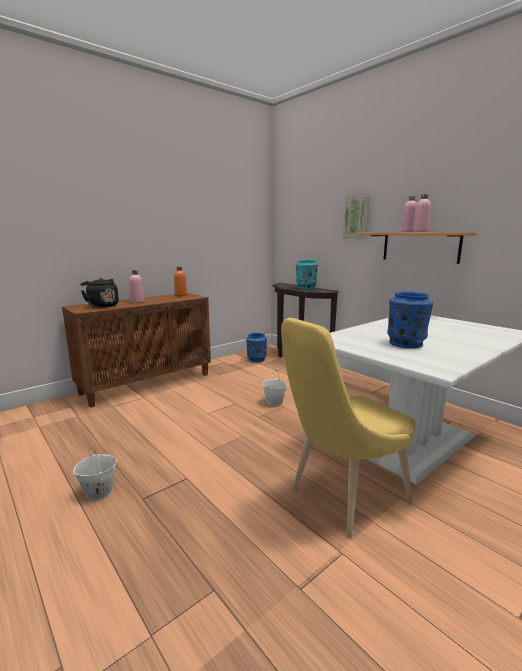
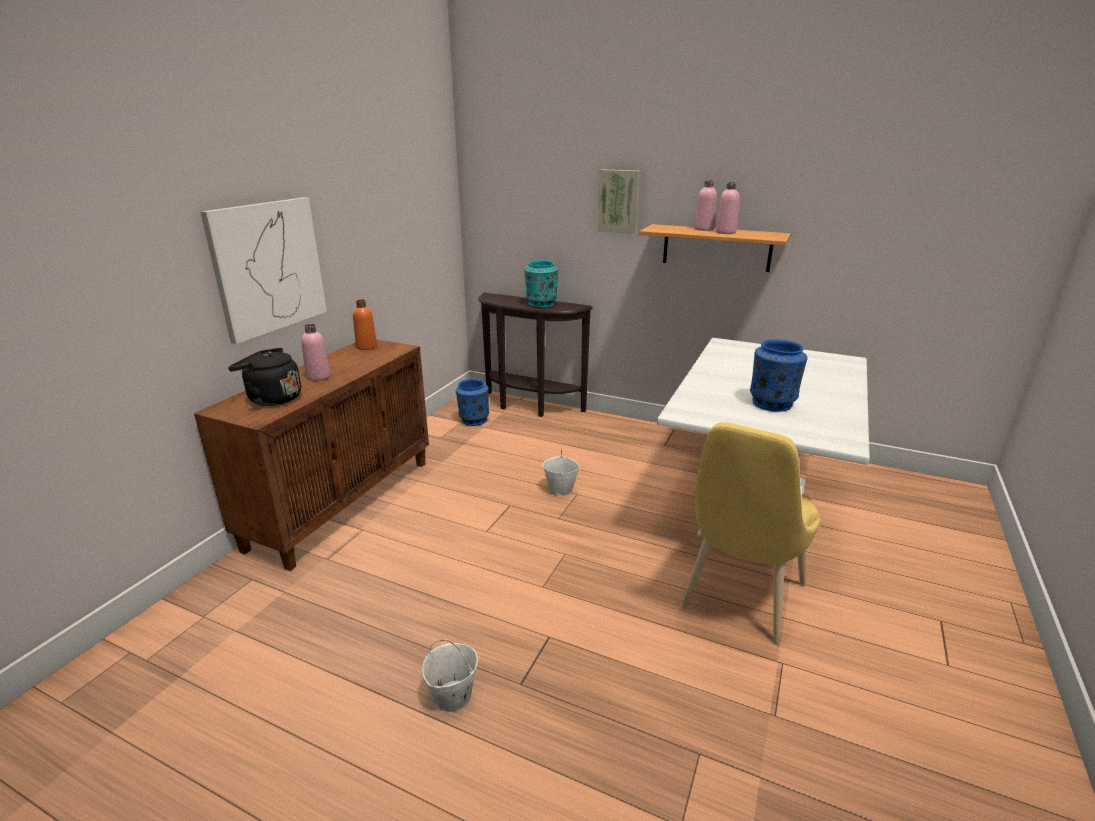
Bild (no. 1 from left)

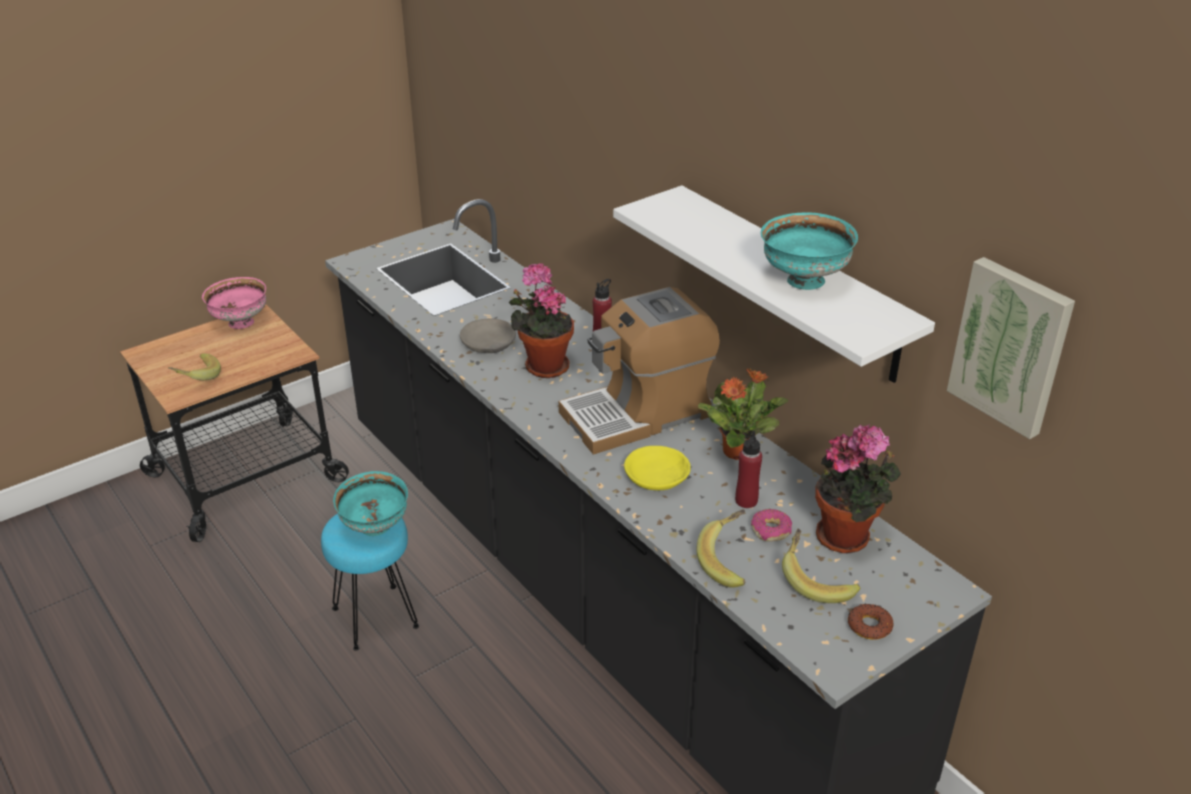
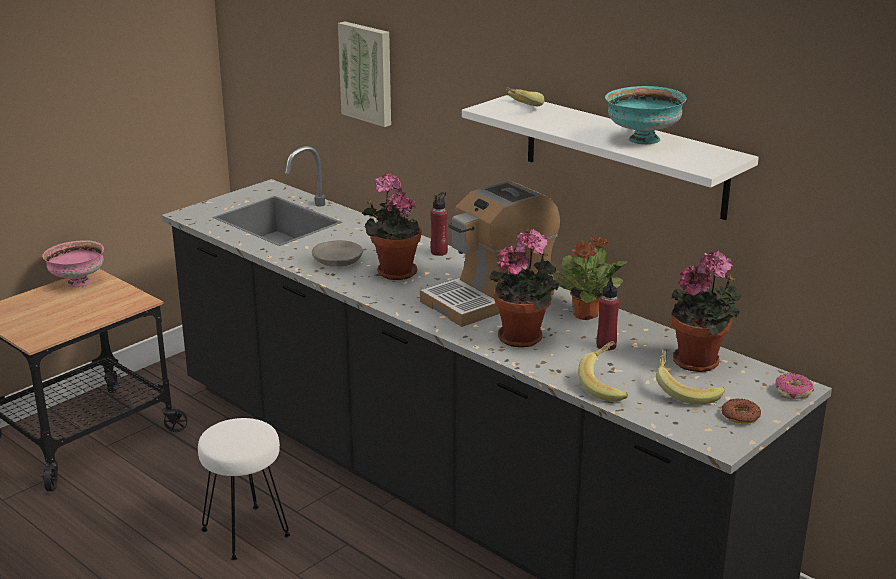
Bild
Banane (no. 1 from left)
Topfpflanze (no. 2 from left)
Schüssel/türkis (no. 1 from left in the first image)
Donut (no. 2 from left)
Hocker/weiß

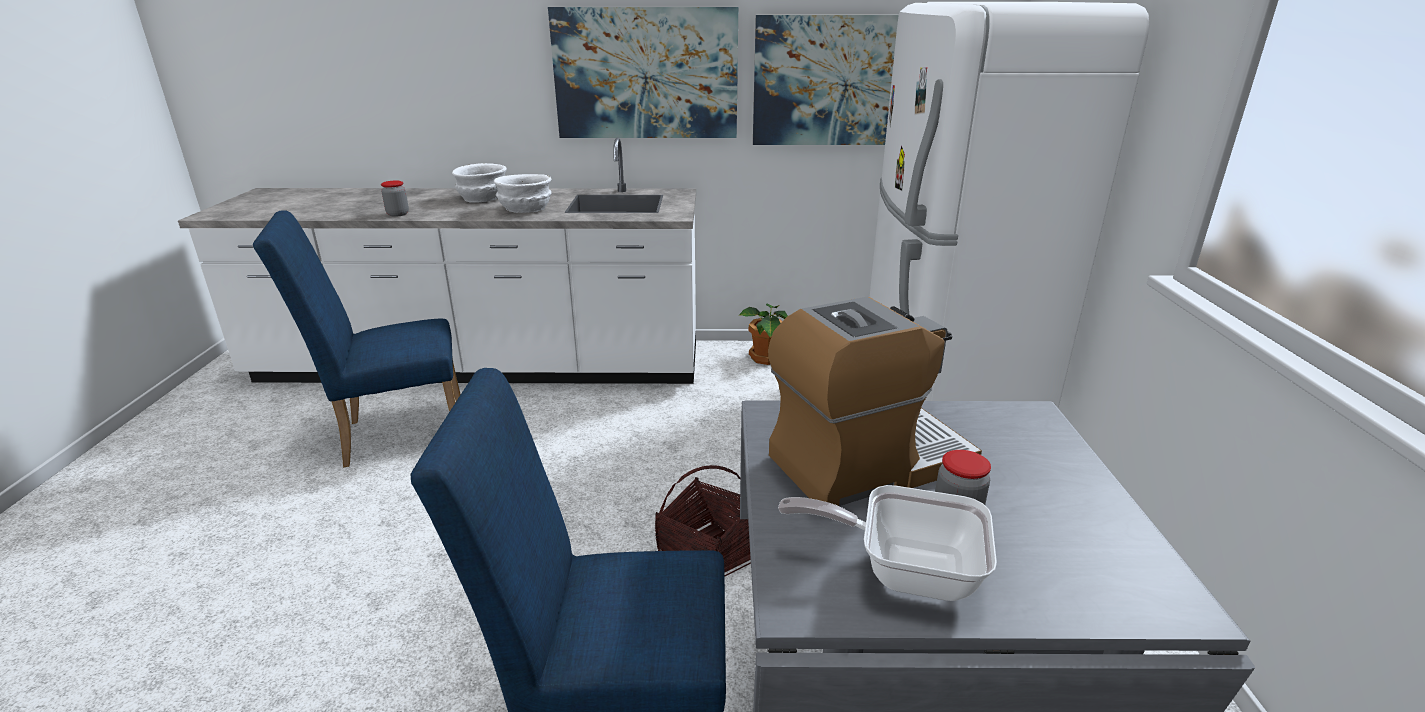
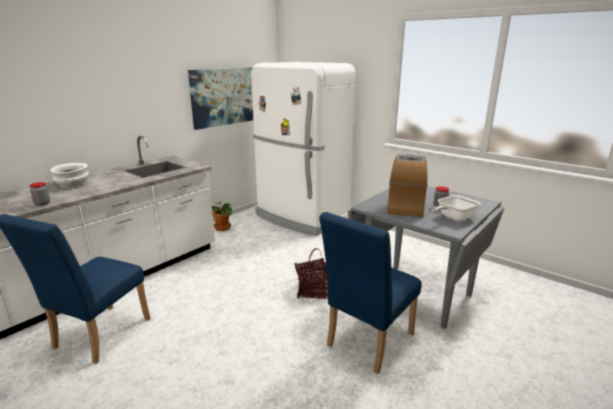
Bild (no. 1 from left in the first image)
Schüssel/weiß (no. 2 from left in the first image)

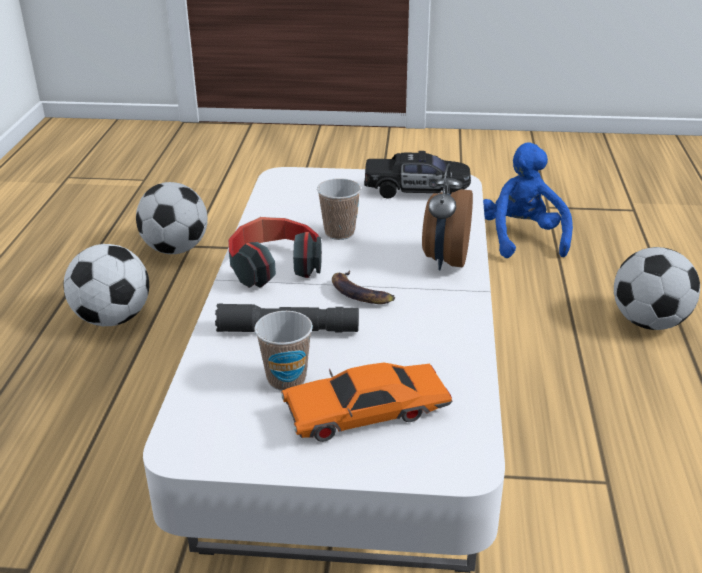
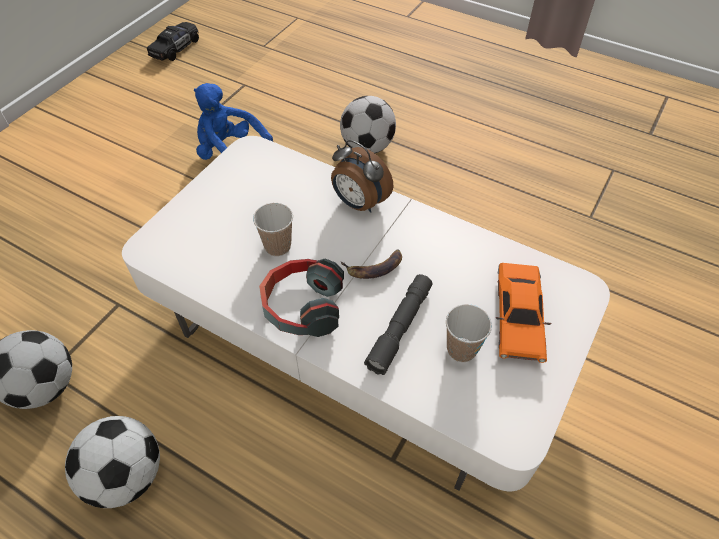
Spielzeugauto/schwarz

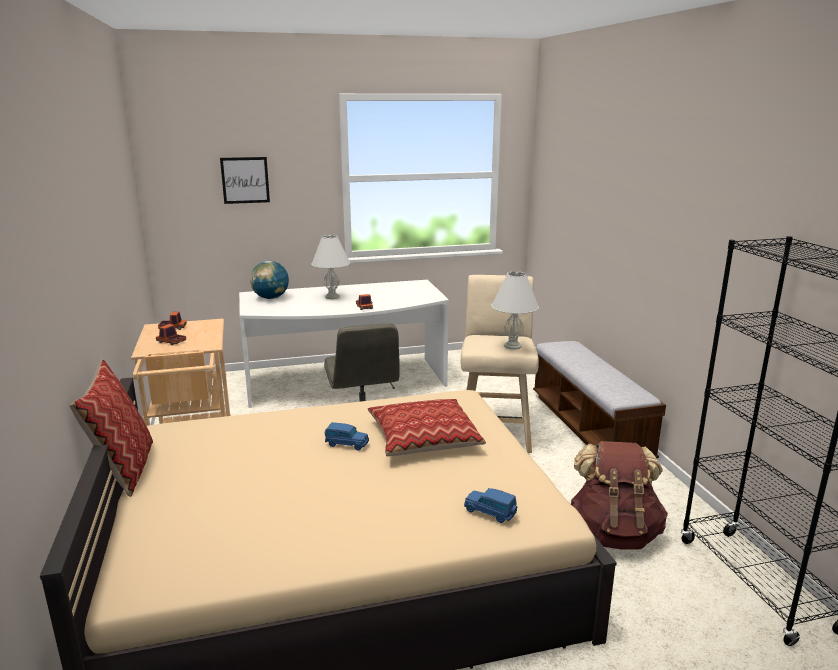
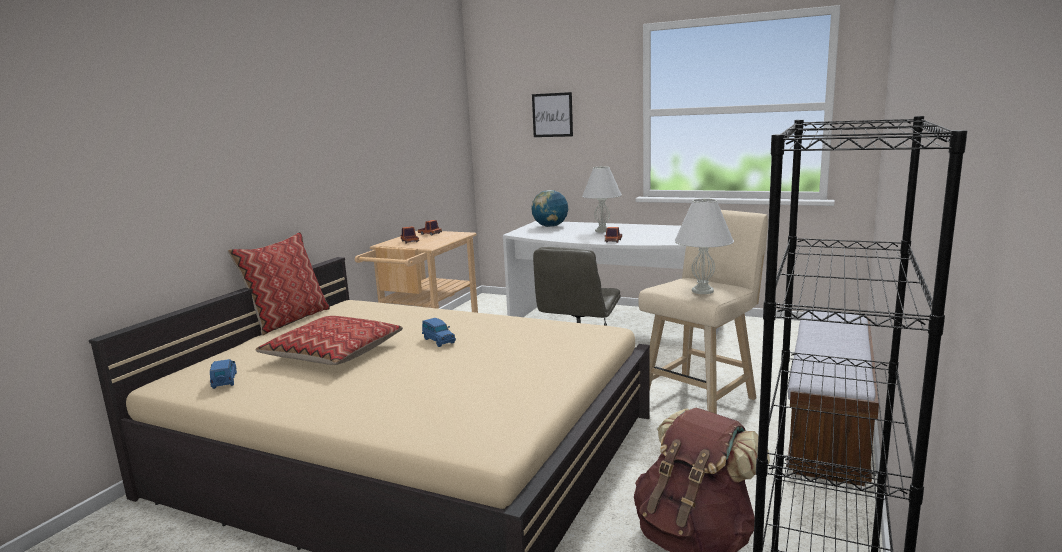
Kissen (no. 2 from left)
Spielzeugauto/blau (no. 1 from left)

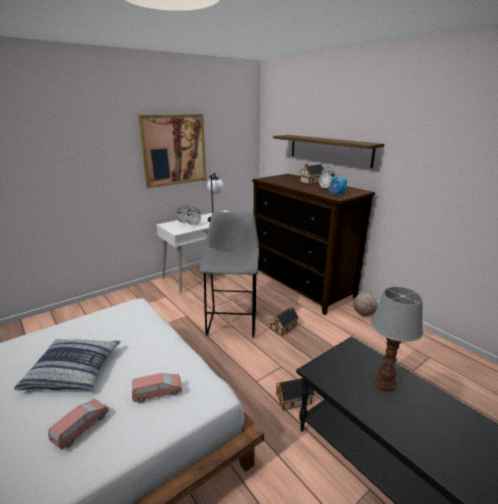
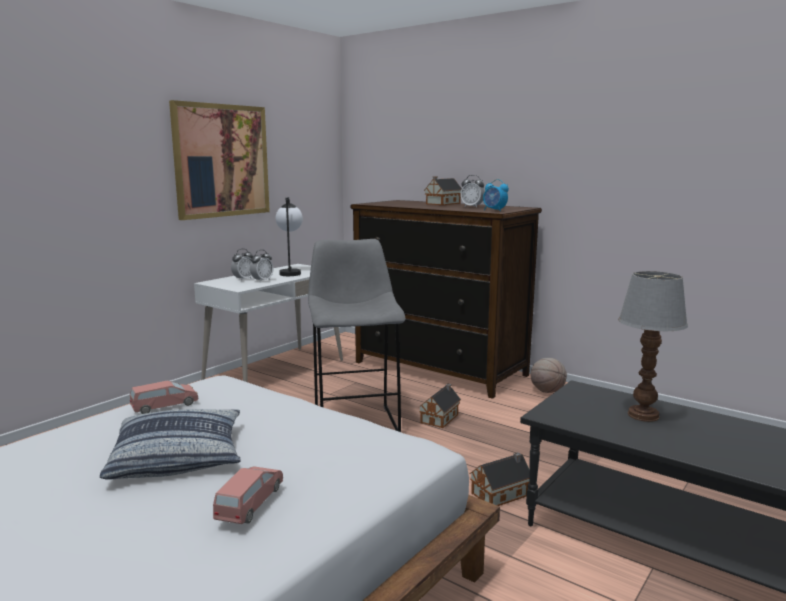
Wandregal
Spielzeugauto/rosa (no. 1 from left)

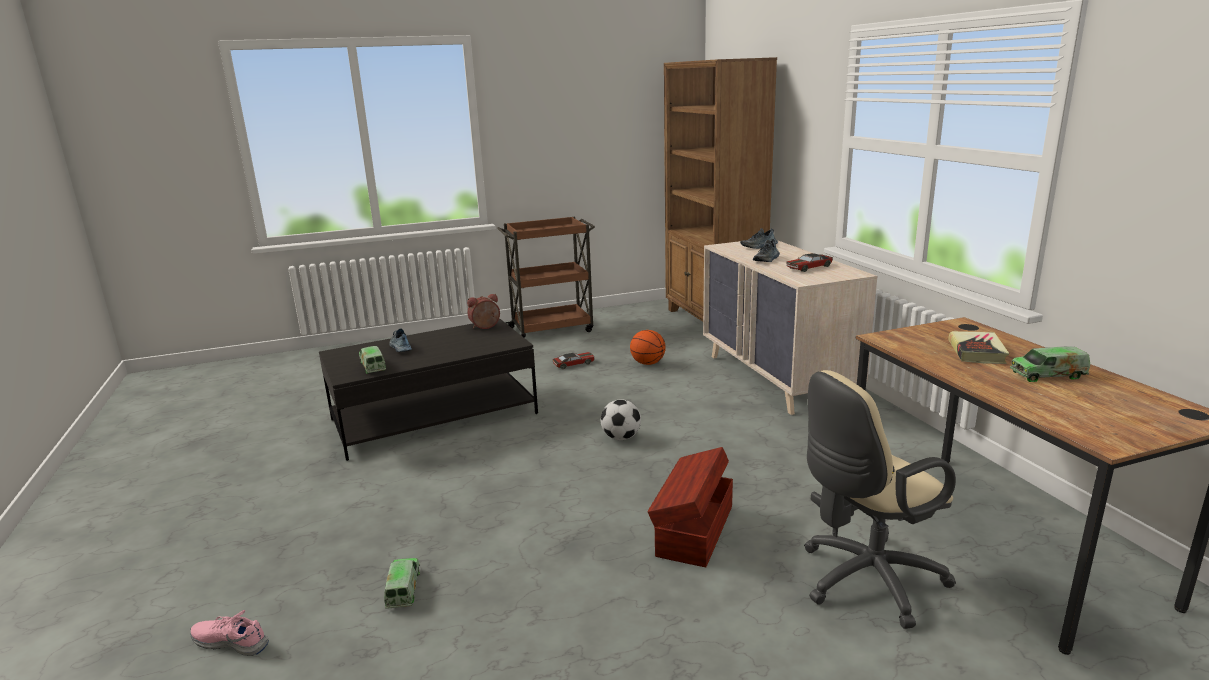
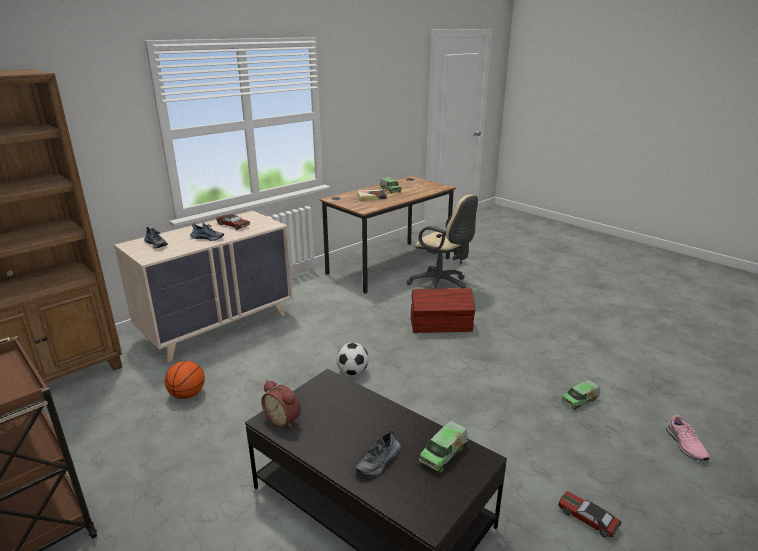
Spielzeugauto (no. 2 from left)

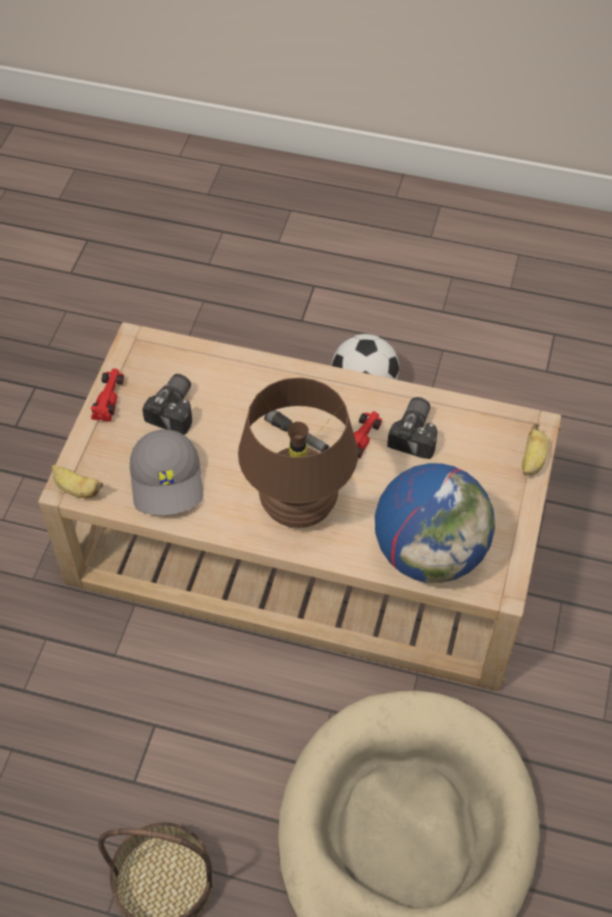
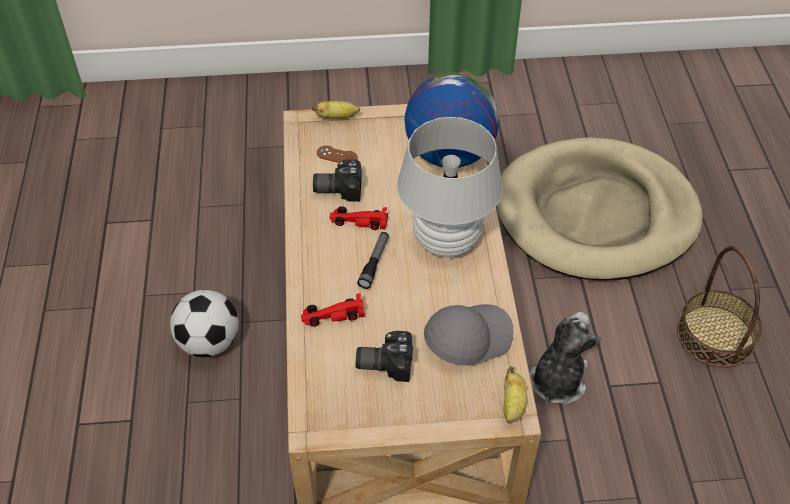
Spielzeugauto/rot (no. 1 from left)
Tischlampe/weiß
Gamepad/braun
Plüschtier

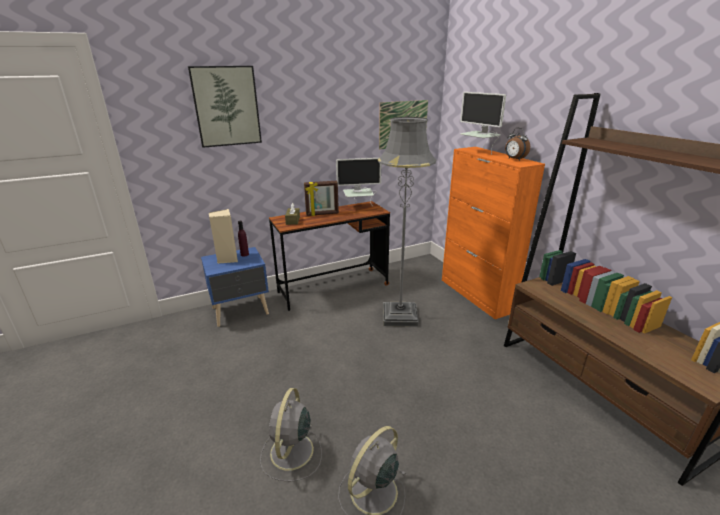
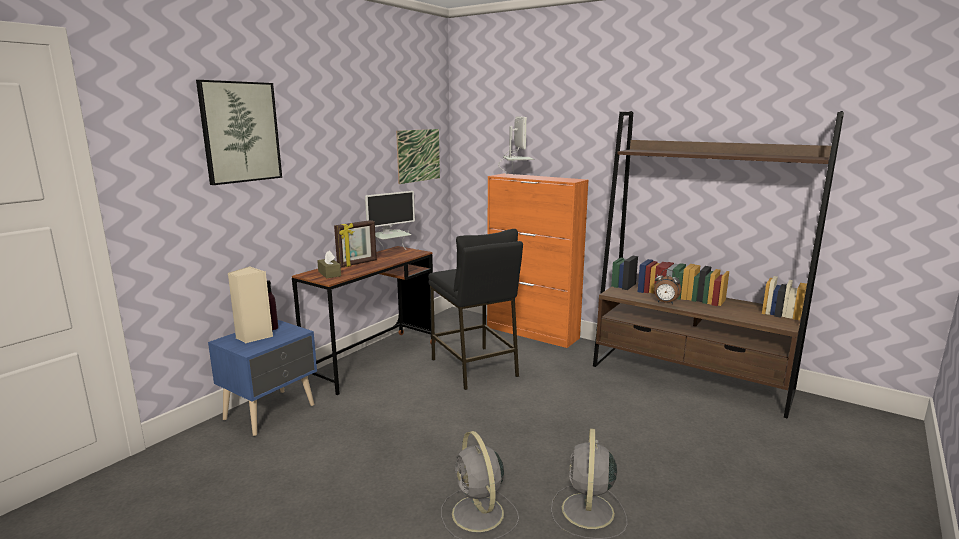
Monitor (no. 2 from left)
Hocker/schwarz
Wecker

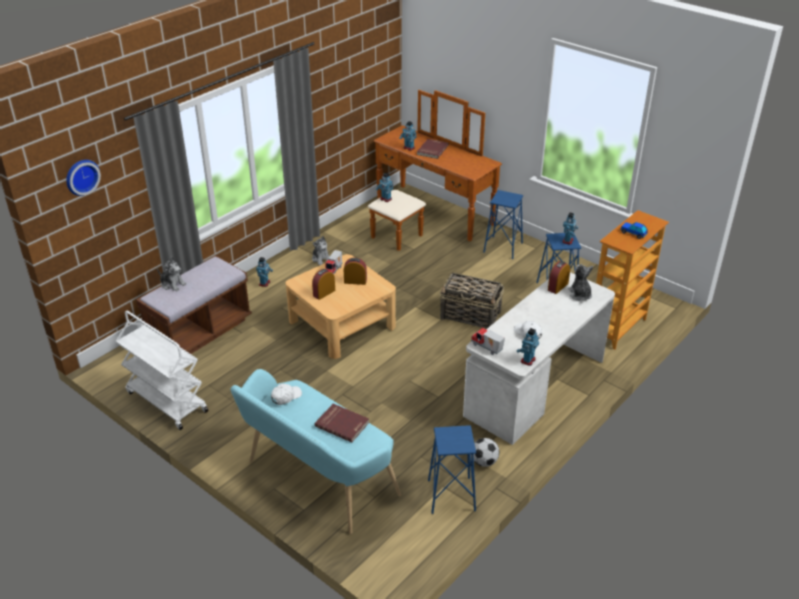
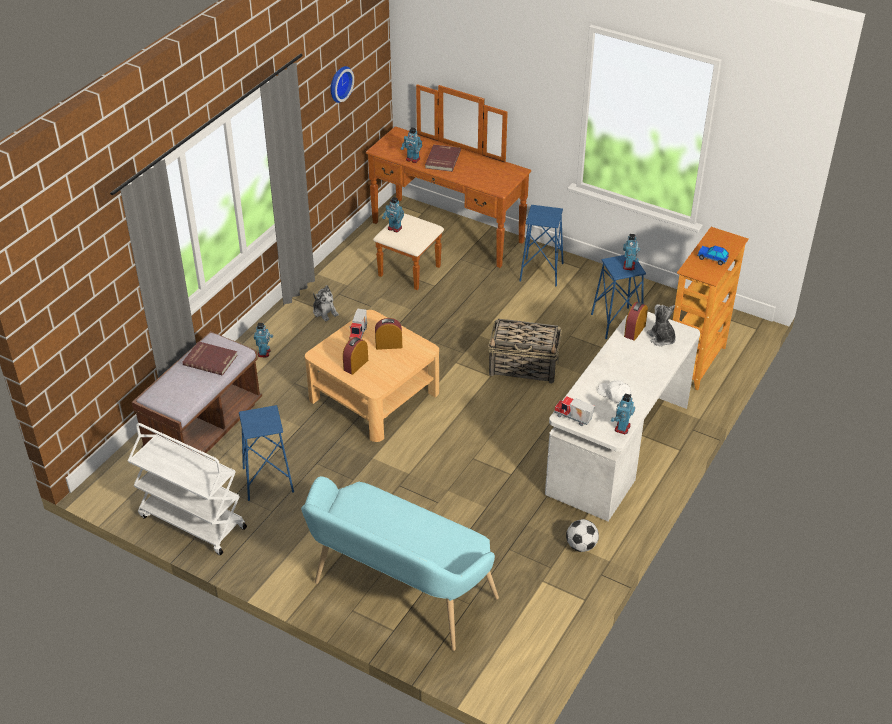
Wanduhr
Plüschtier (no. 1 from left in the first image)
Kappe/weiß (no. 1 from left in the first image)
Buch/rot (no. 1 from left)
Hocker/blau (no. 1 from left)

